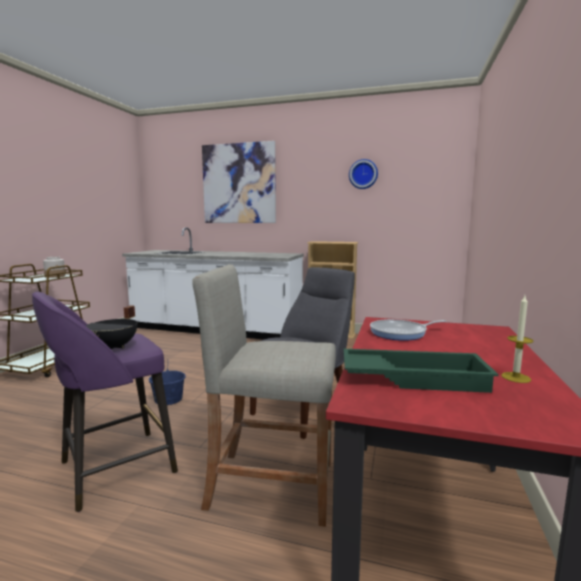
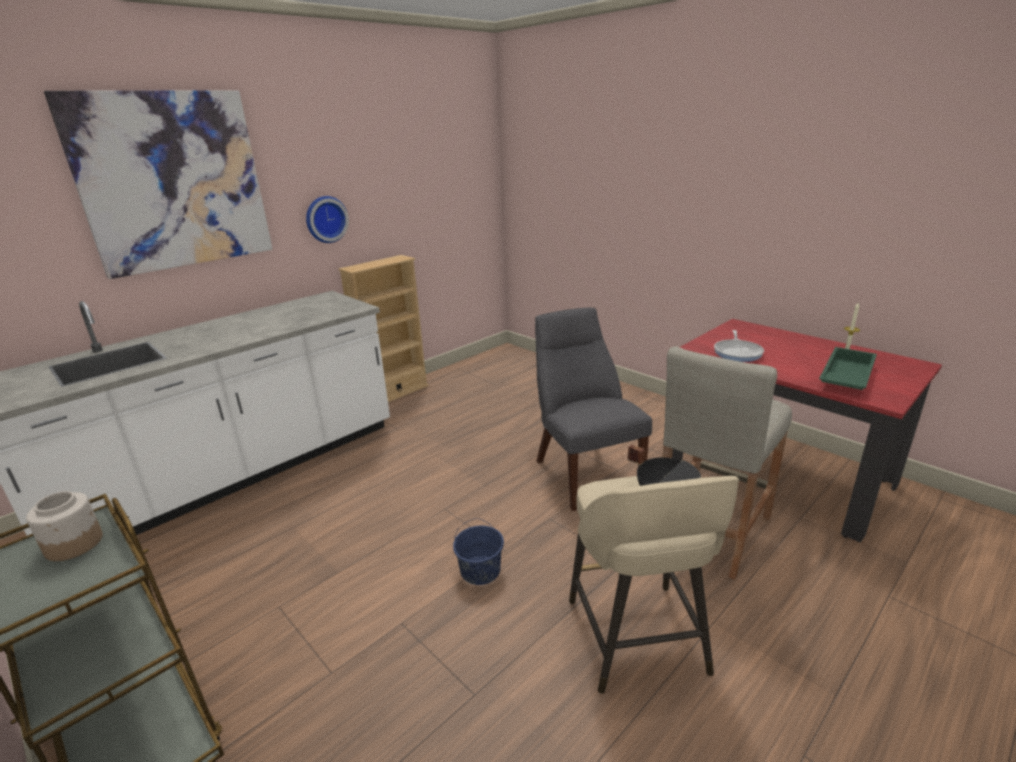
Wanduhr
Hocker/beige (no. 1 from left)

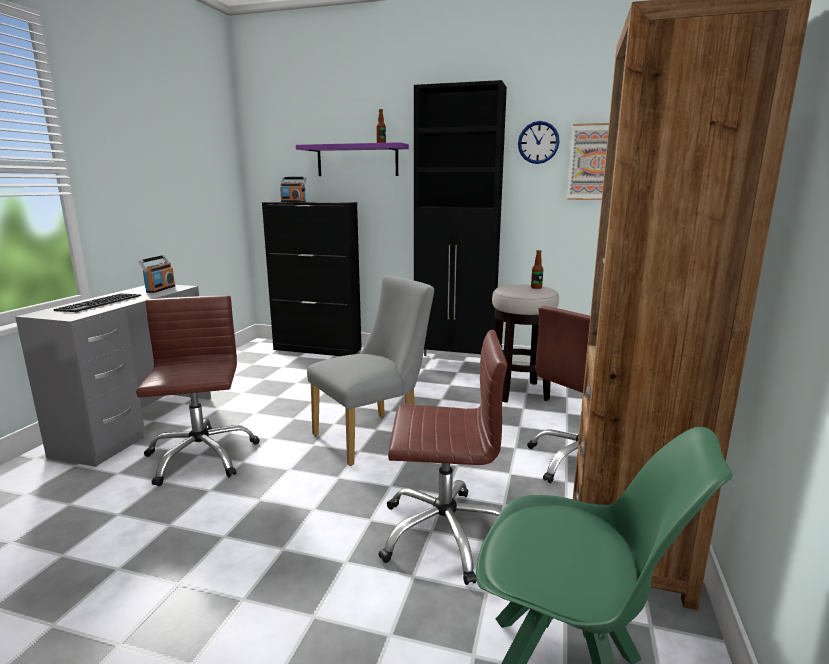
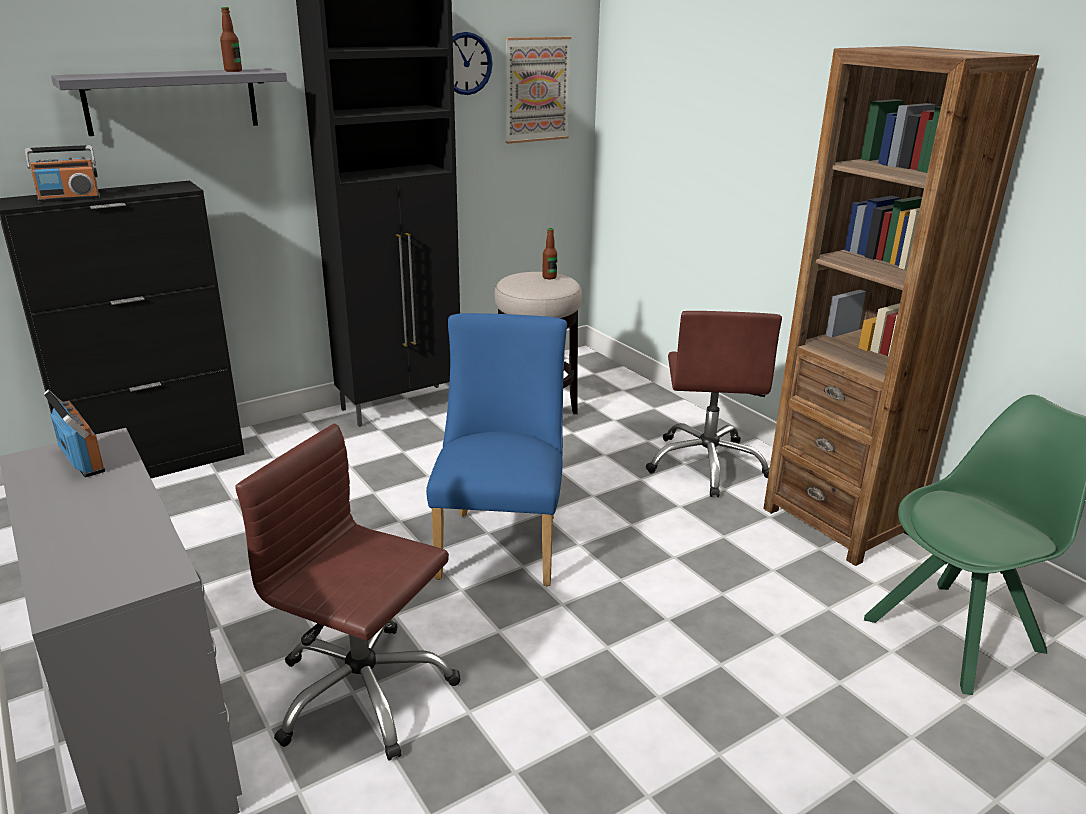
Wandregal/grau
Stuhl/blau
Tastatur
Bürostuhl/braun (no. 2 from left in the first image)

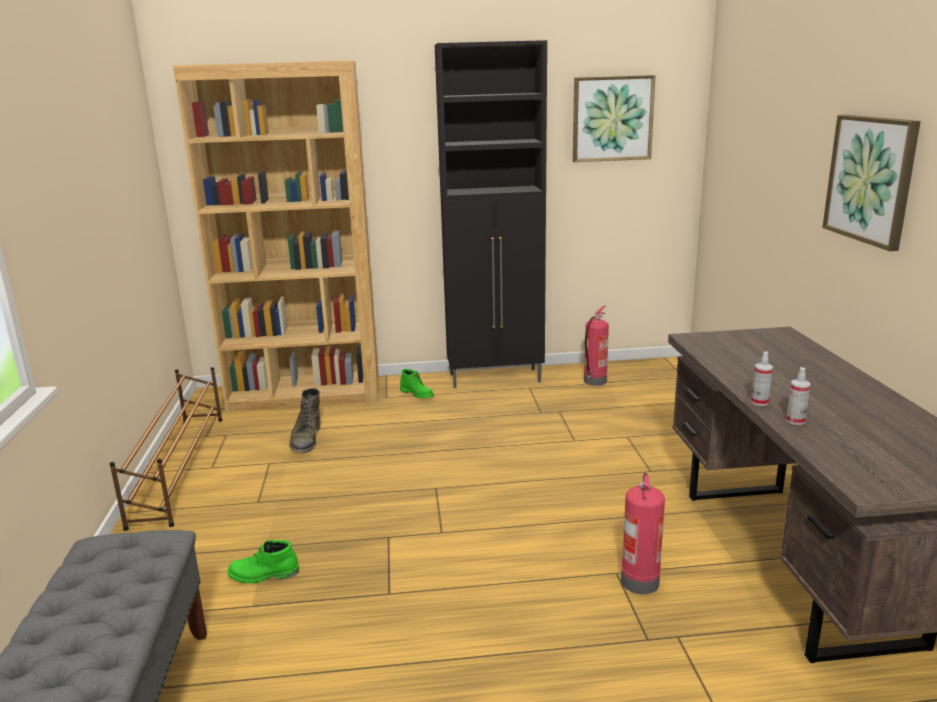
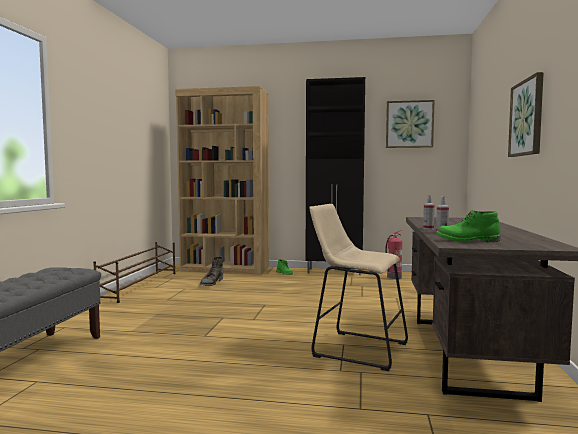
Hocker/beige
Stiefel/grün (no. 3 from left)

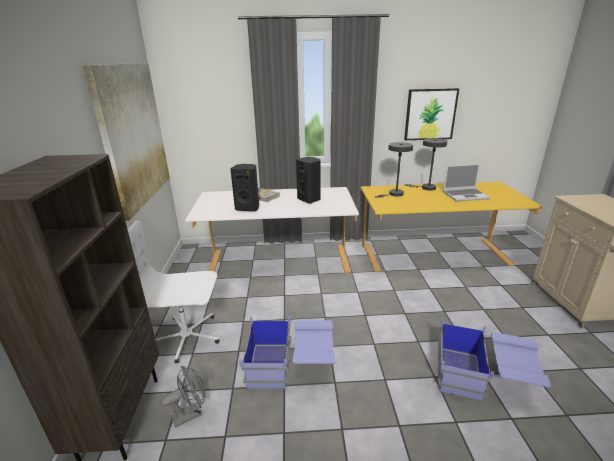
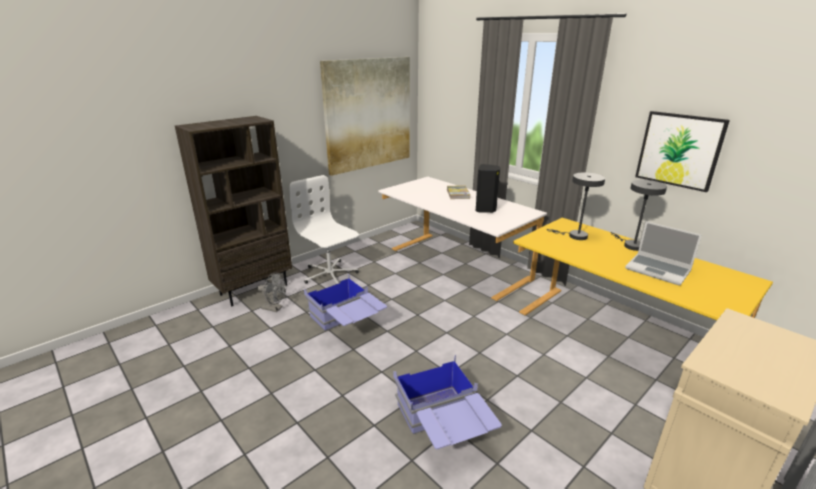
Lautsprecher/schwarz (no. 1 from left in the first image)

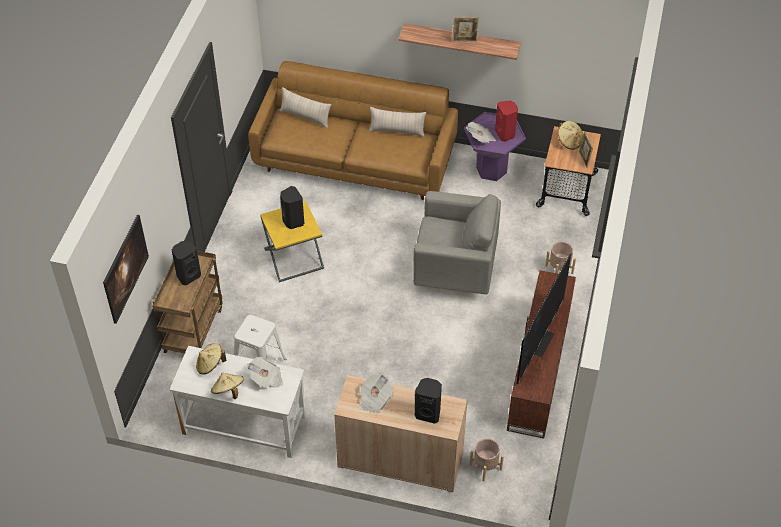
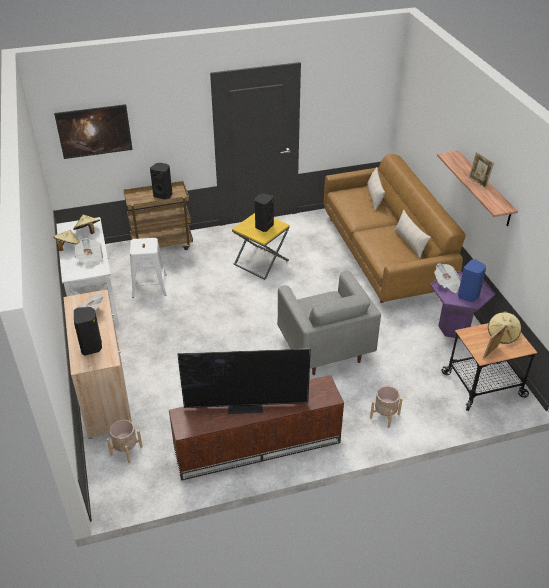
Lautsprecher/blau

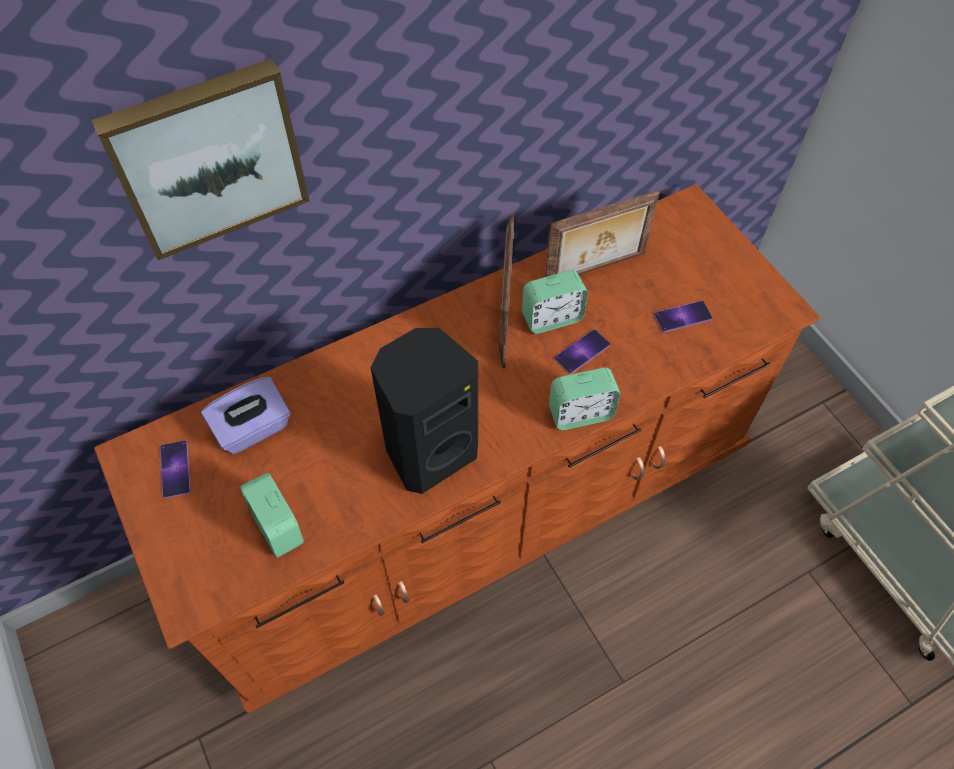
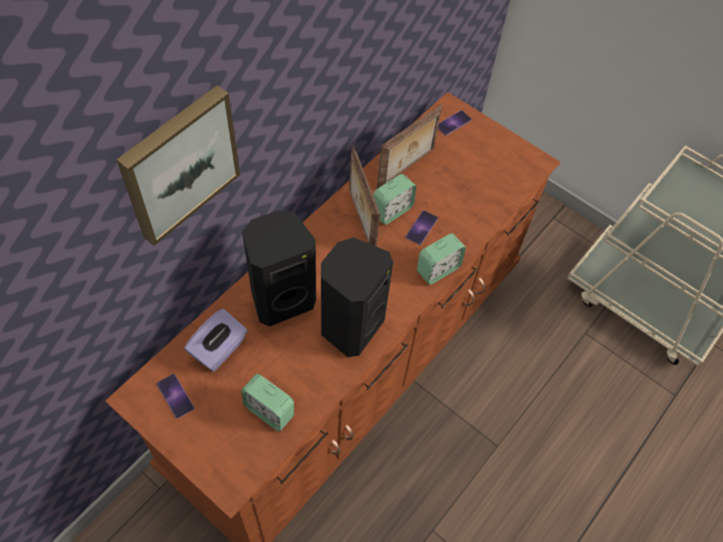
Handy (no. 3 from left)
Lautsprecher/schwarz (no. 1 from left)

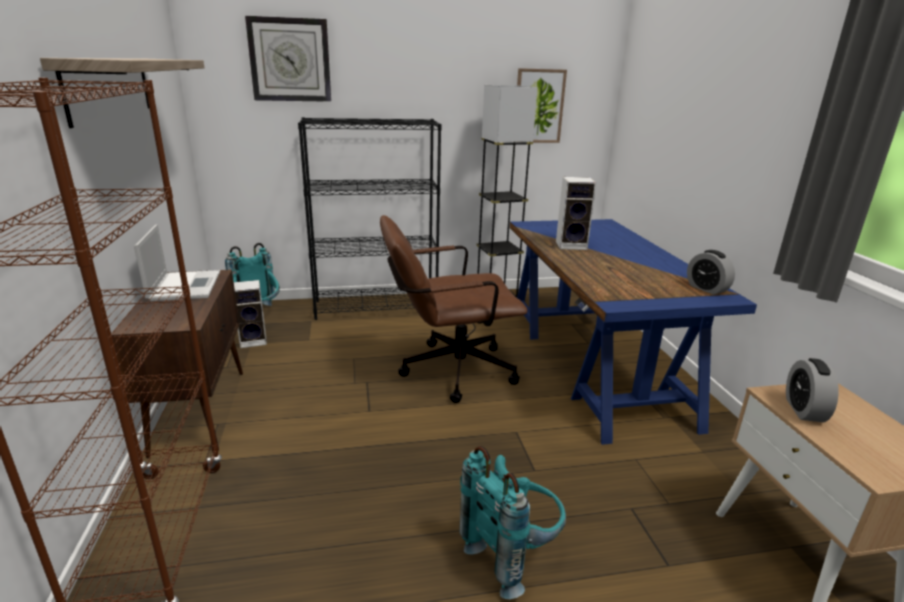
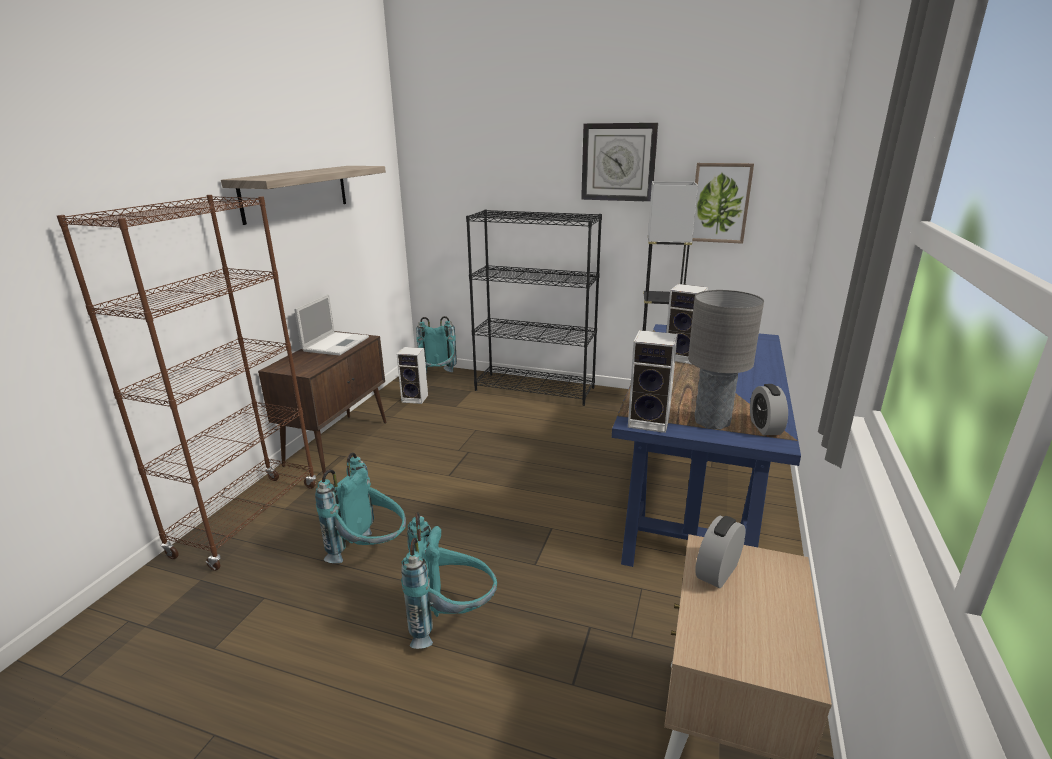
Wanduhr
Bürostuhl/braun
Tischlampe/grau
Lautsprecher (no. 2 from left)
Rucksack/türkis (no. 1 from left)

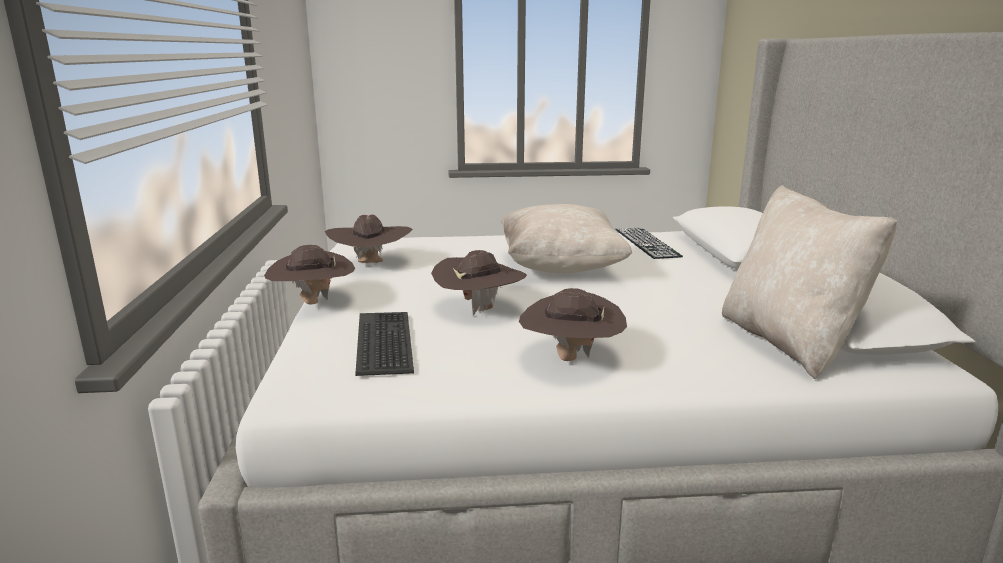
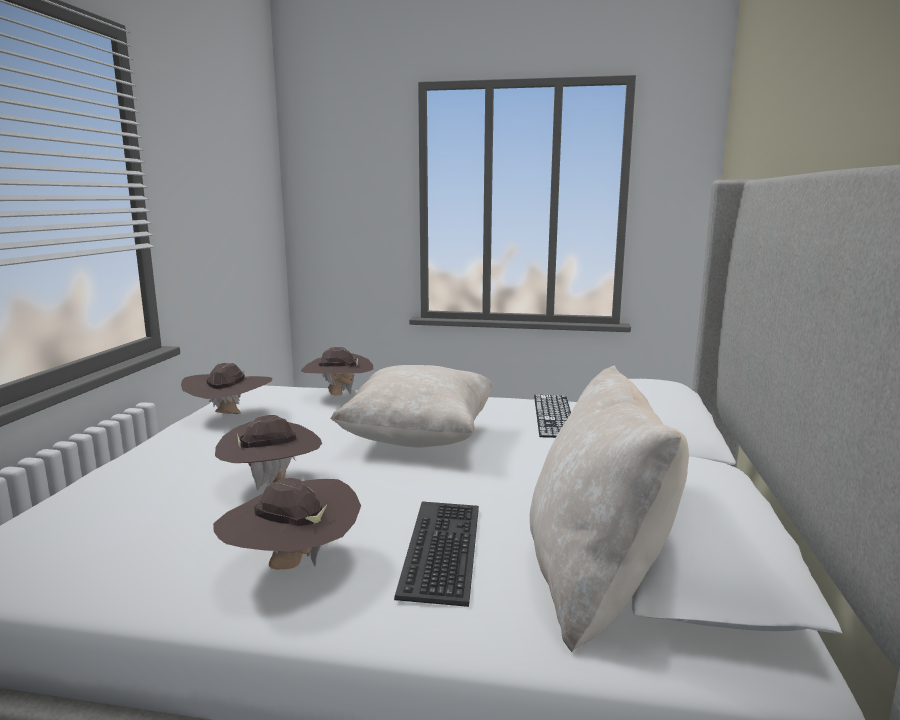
Hut/braun (no. 4 from left)
Tastatur (no. 1 from left)

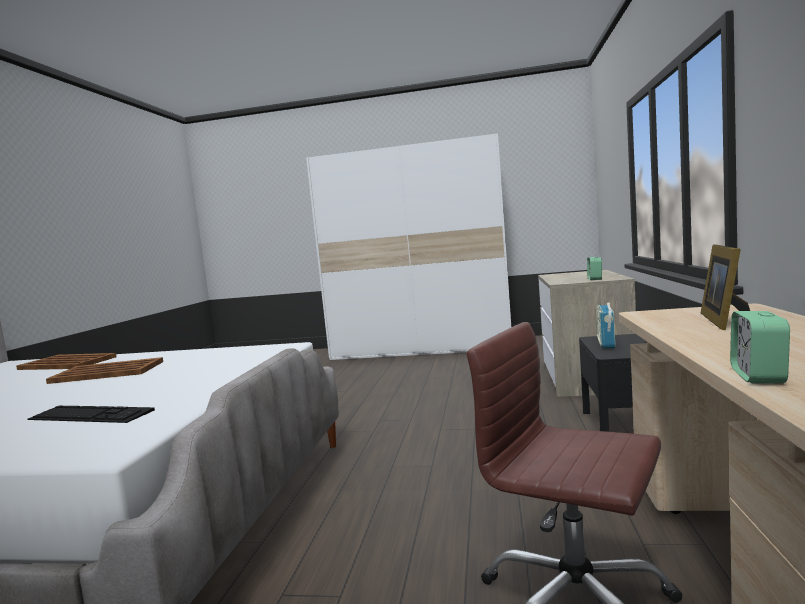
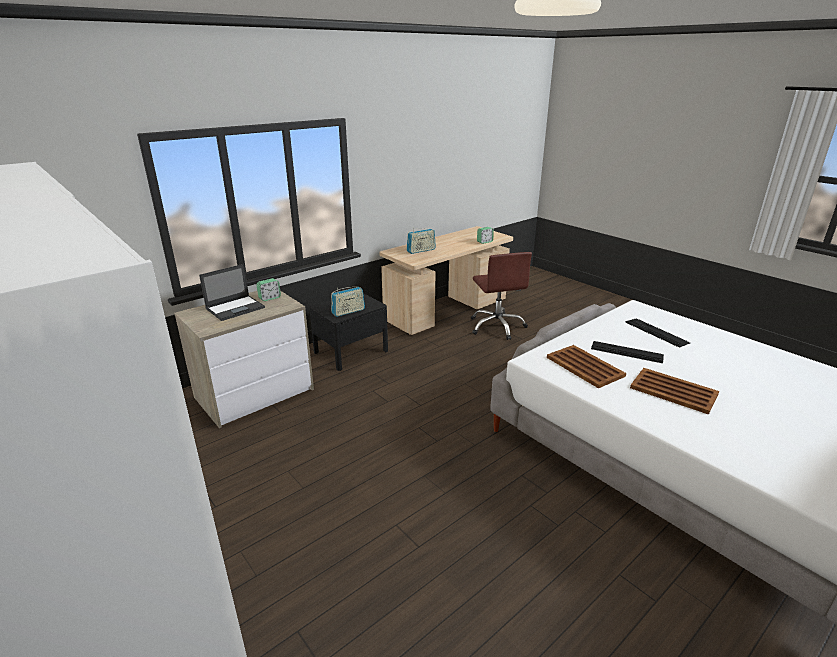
Radio (no. 2 from left)
Tablett/braun (no. 1 from left)
Laptop
Tastatur (no. 1 from left)

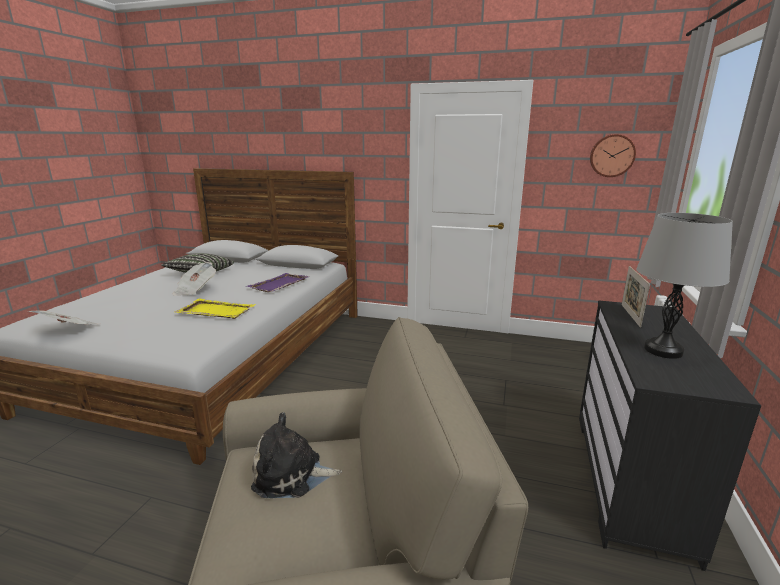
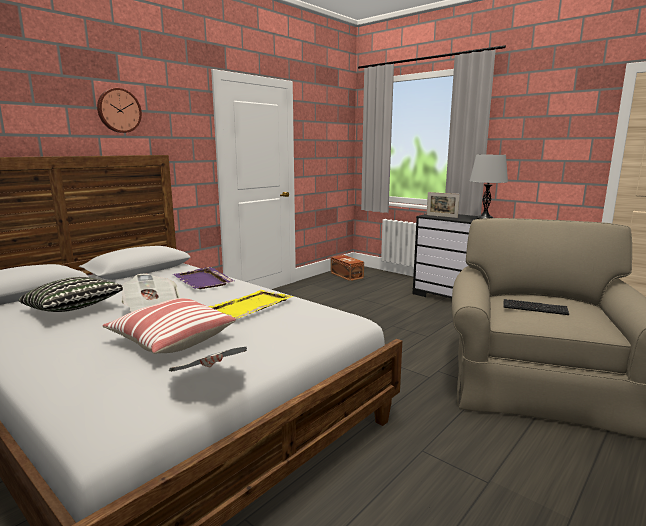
Wanduhr
Tastatur
Aufbewahrungsbox/braun
Kissen (no. 2 from left)

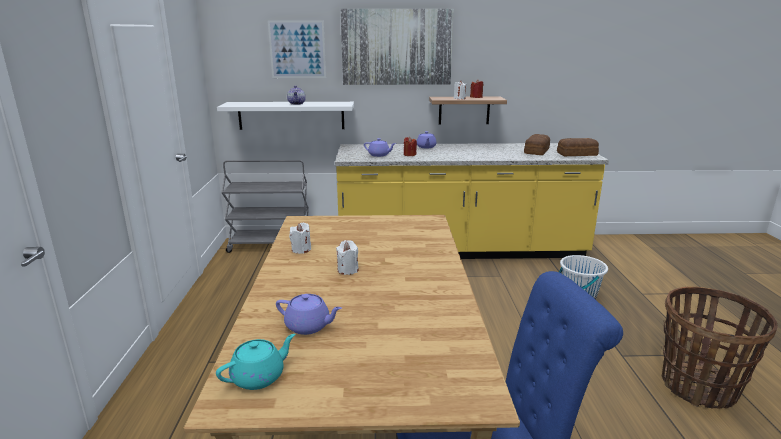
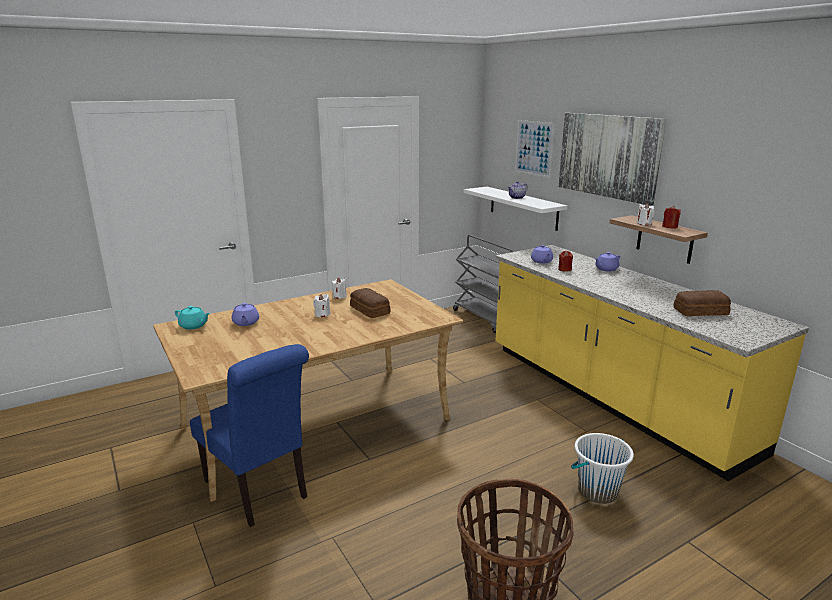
Brot (no. 1 from left)

